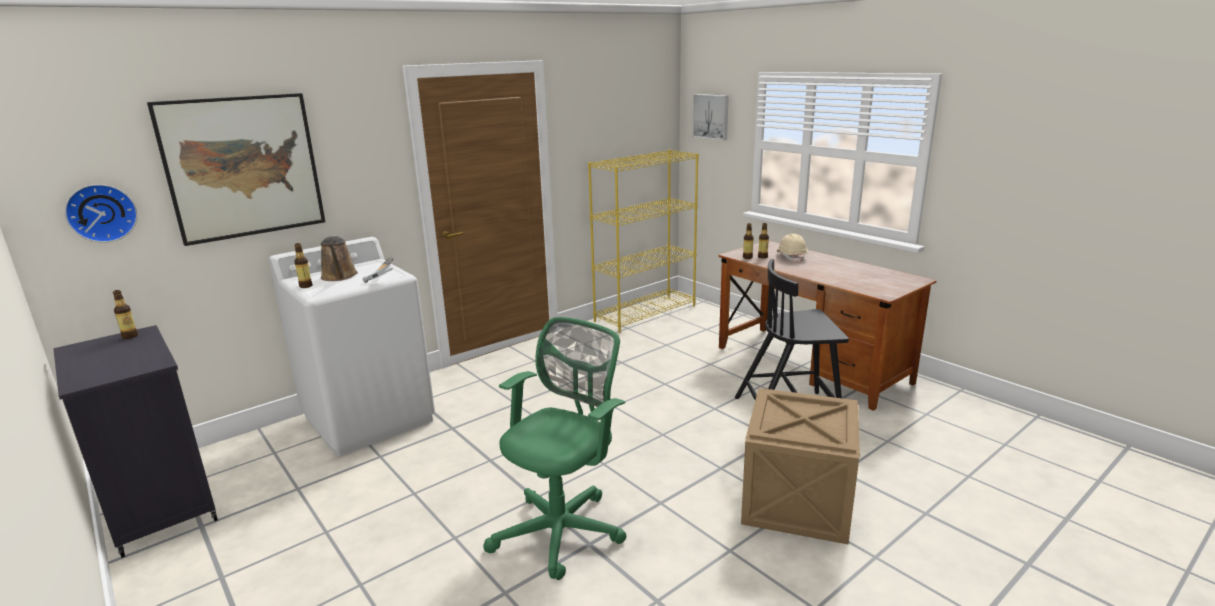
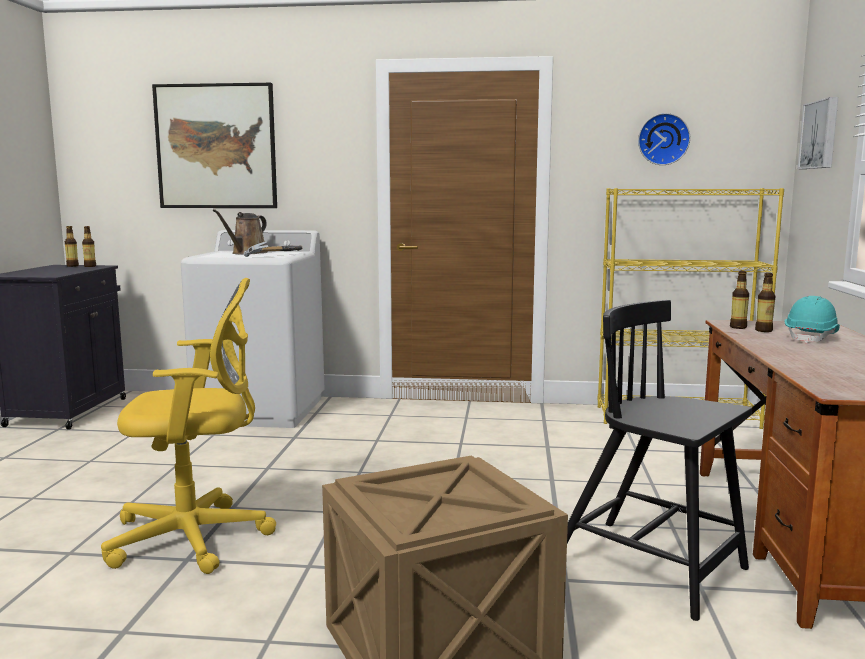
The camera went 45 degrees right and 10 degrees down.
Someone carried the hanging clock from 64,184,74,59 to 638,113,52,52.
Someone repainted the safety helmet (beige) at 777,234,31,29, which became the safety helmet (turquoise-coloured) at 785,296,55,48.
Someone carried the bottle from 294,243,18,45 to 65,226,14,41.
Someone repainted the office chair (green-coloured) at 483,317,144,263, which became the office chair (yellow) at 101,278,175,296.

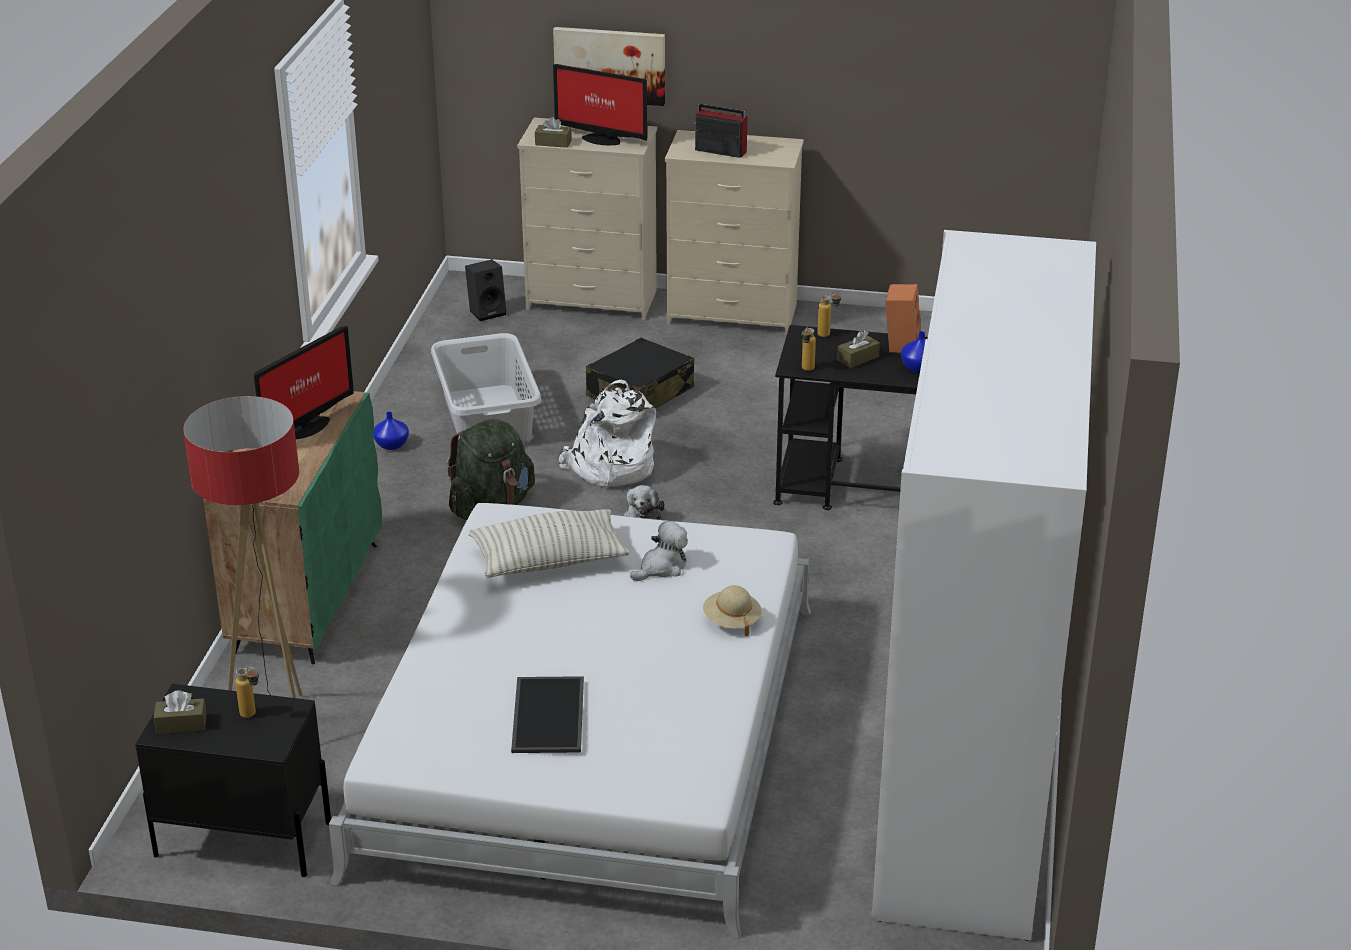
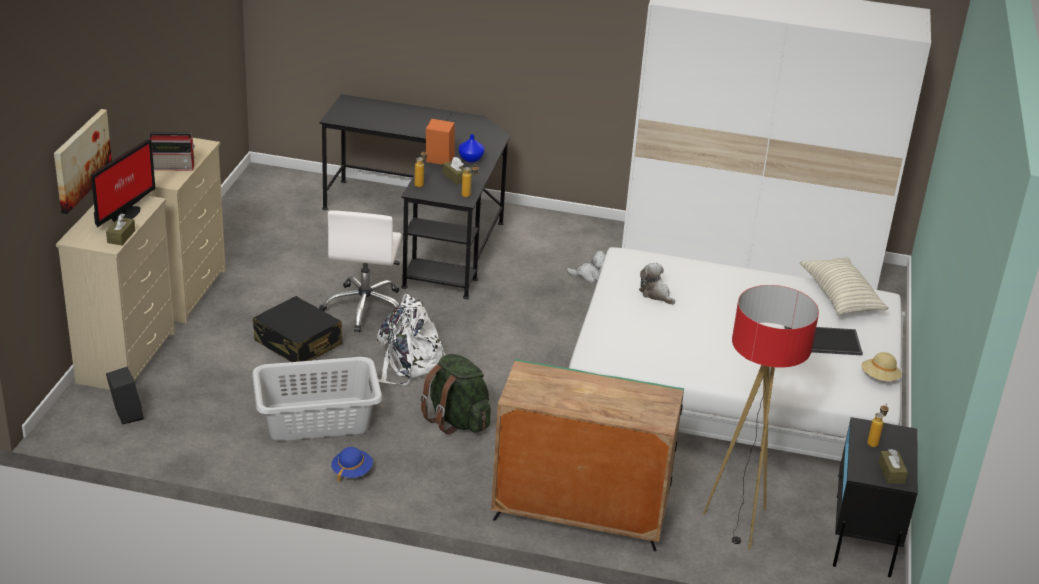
The camera went 90 degrees left and 0 degrees up.
Someone rotated the radio at 694,104,53,54 by 120 degrees counterclockwise.
Someone took away the computer screen at 254,326,100,113.
Someone swapped the vase (bluish) at 373,412,36,38 for the clothing hat (bluish) at 331,447,42,35.
Someone carried the plush toy from 624,485,40,35 to 567,251,39,32.
Someone carried the throw pillow from 469,509,160,69 to 800,257,89,58.
Someone carried the clothing hat (beige) from 703,585,59,51 to 861,352,41,29.
Someone put down the office chair (whitish) at 319,210,83,122.

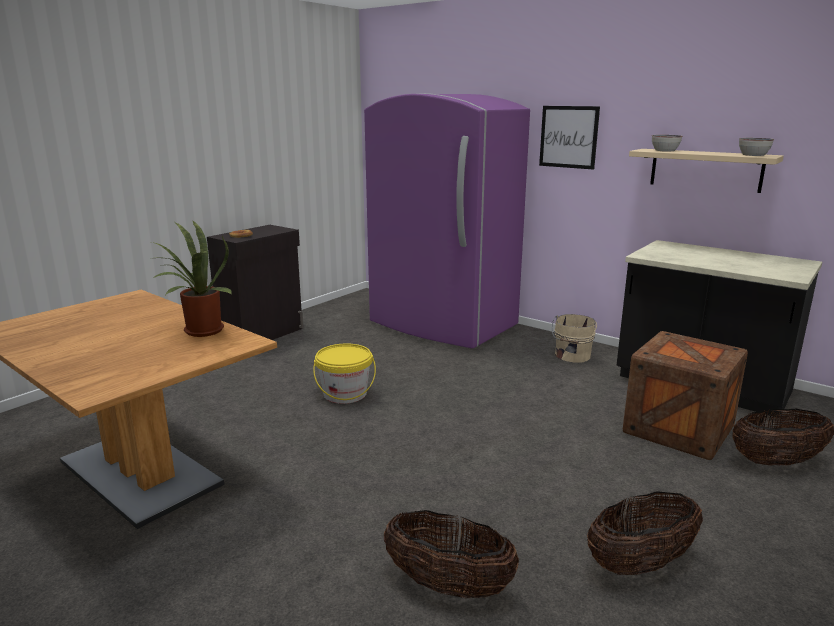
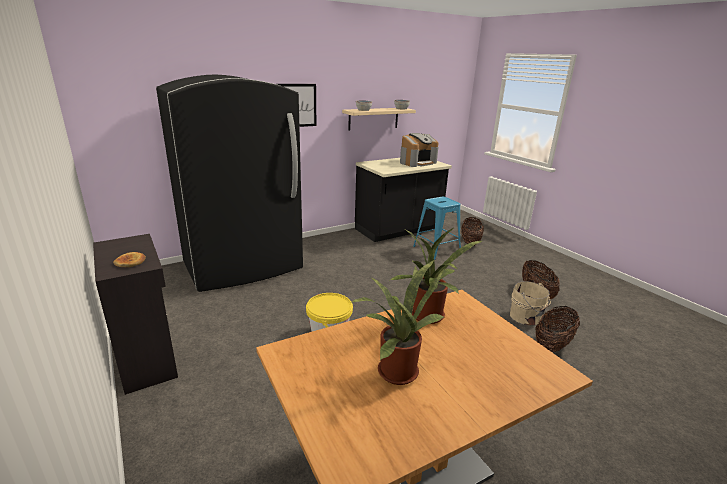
The camera went 70 degrees left and 5 degrees up.
Someone repainted the kitchen fridge (purple) at 364,93,166,255, which became the kitchen fridge (black-coloured) at 156,74,147,218.
Someone carried the bucket (beige) from 552,314,45,49 to 510,281,41,44.
Someone swapped the shipping crate at 623,331,125,129 for the stool seat (bluish) at 413,197,48,63.
Someone put down the coffee maker at 400,133,38,34.
Someone put down the plant in a pot at 349,260,95,125.

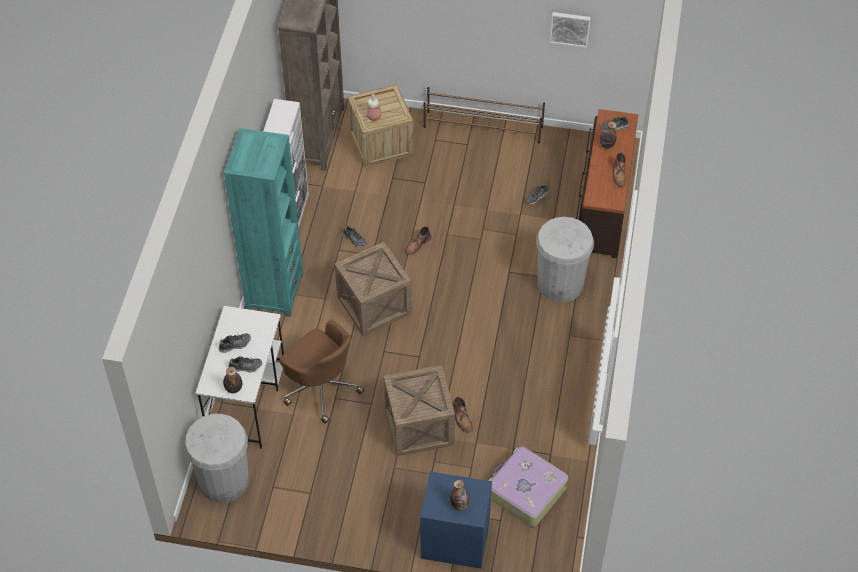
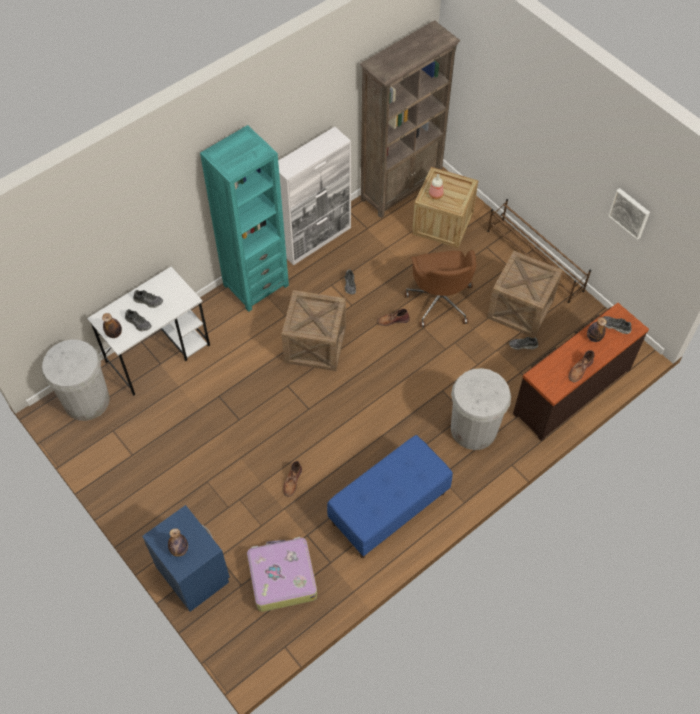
The camera went 40 degrees right and 5 degrees up.
Someone carried the office chair (brown-coloured) from 280,320,84,104 to 404,250,72,77.
Someone carried the shipping crate from 384,365,71,91 to 487,251,76,87.
Someone put down the long seat (bluish) at 327,435,126,123.

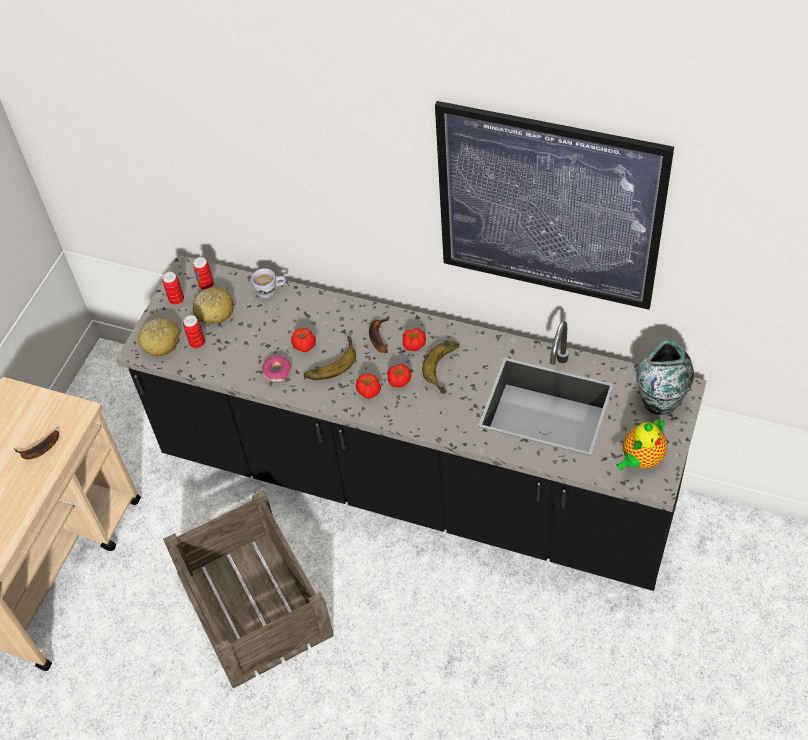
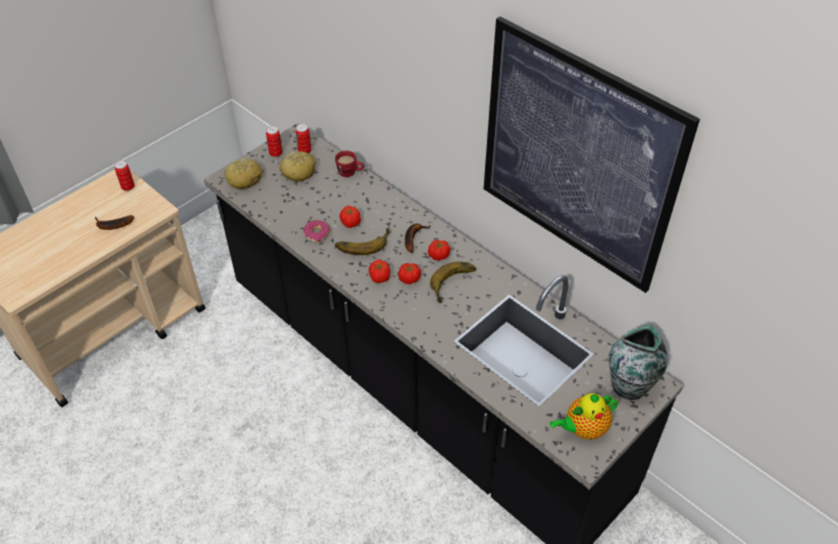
The camera went 20 degrees right and 5 degrees down.
Someone repainted the tea mug (whitish) at 251,268,35,30, which became the tea mug (reddish) at 335,151,29,26.
Someone carried the sealed can from 183,315,22,33 to 115,161,20,30.
Someone took away the shipping crate at 163,490,171,198.

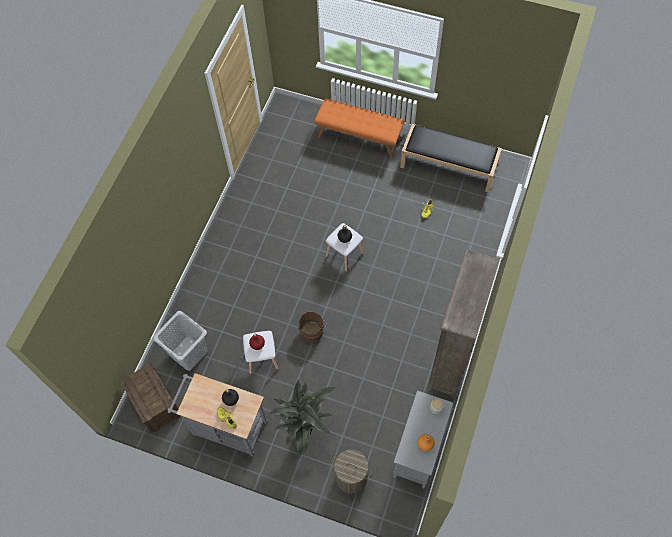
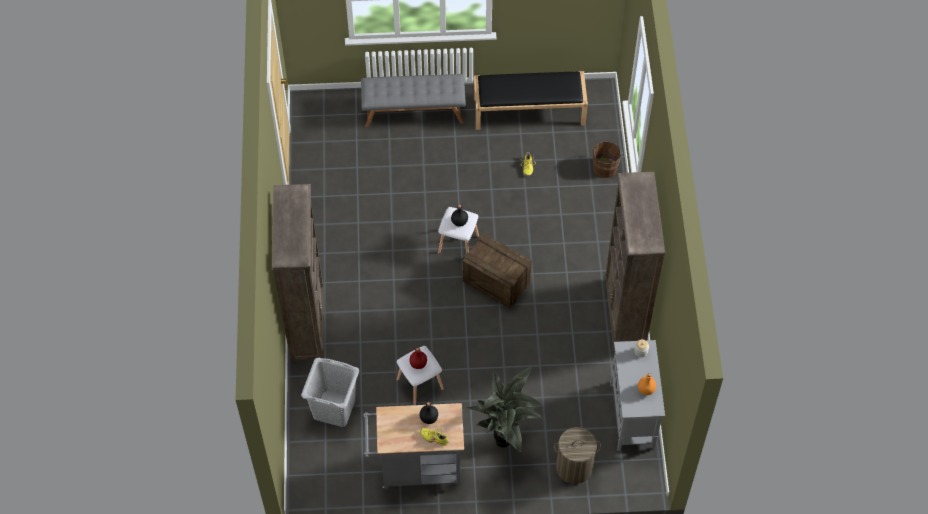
The camera went 25 degrees left and 5 degrees down.
Someone repainted the long seat (orange-coloured) at 314,98,90,61, which became the long seat (gray) at 361,74,105,54.
Someone carried the bucket (brown-coloured) from 298,312,28,31 to 592,142,31,36.
Someone carried the shipping crate from 120,363,60,70 to 462,234,70,75.
Someone put down the shelving unit (brown-coloured) at 272,184,52,180.

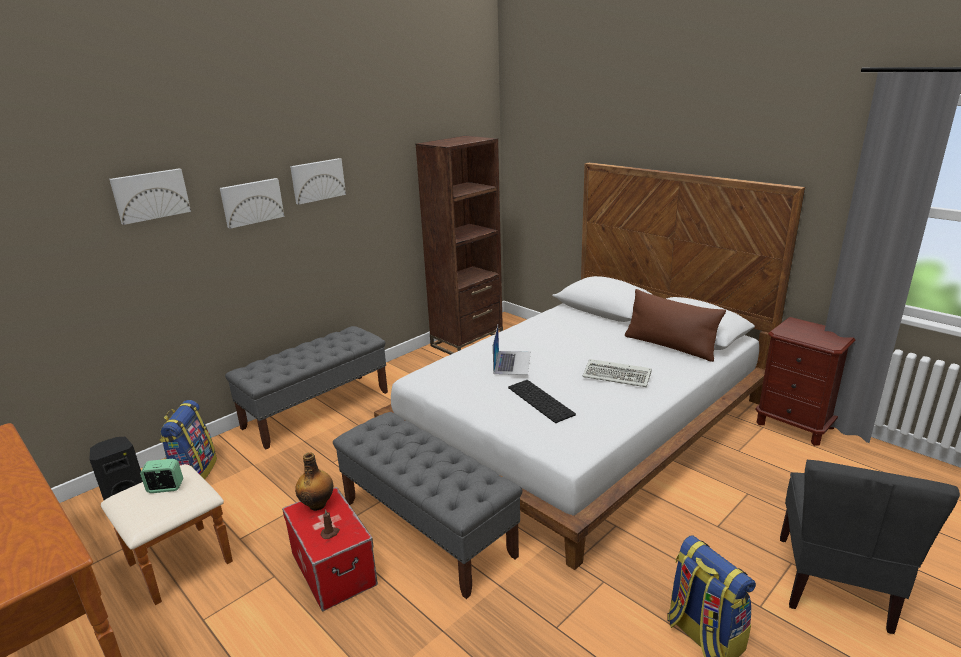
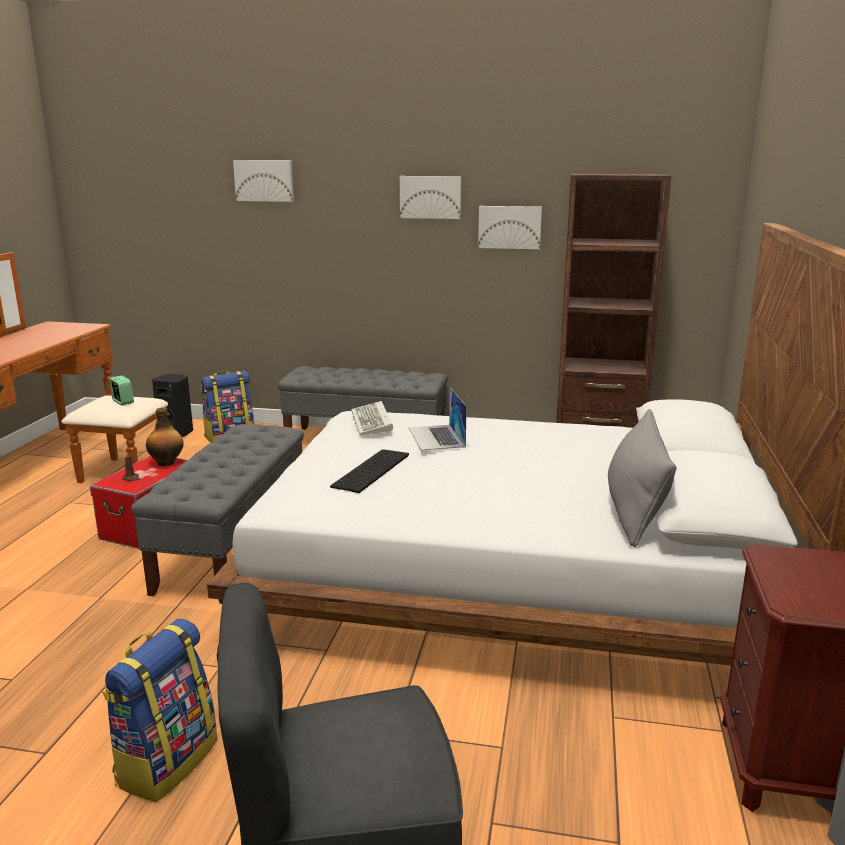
The camera went 55 degrees right and 5 degrees down.
Someone carried the picture from 220,178,65,51 to 478,206,64,43.
Someone repainted the throw pillow (brown-coloured) at 625,289,101,73, which became the throw pillow (gray) at 608,409,69,138.
Someone rotated the portable computer at 493,325,38,50 by 105 degrees clockwise.
Someone carried the computer keyboard from 583,359,69,28 to 351,401,42,34.

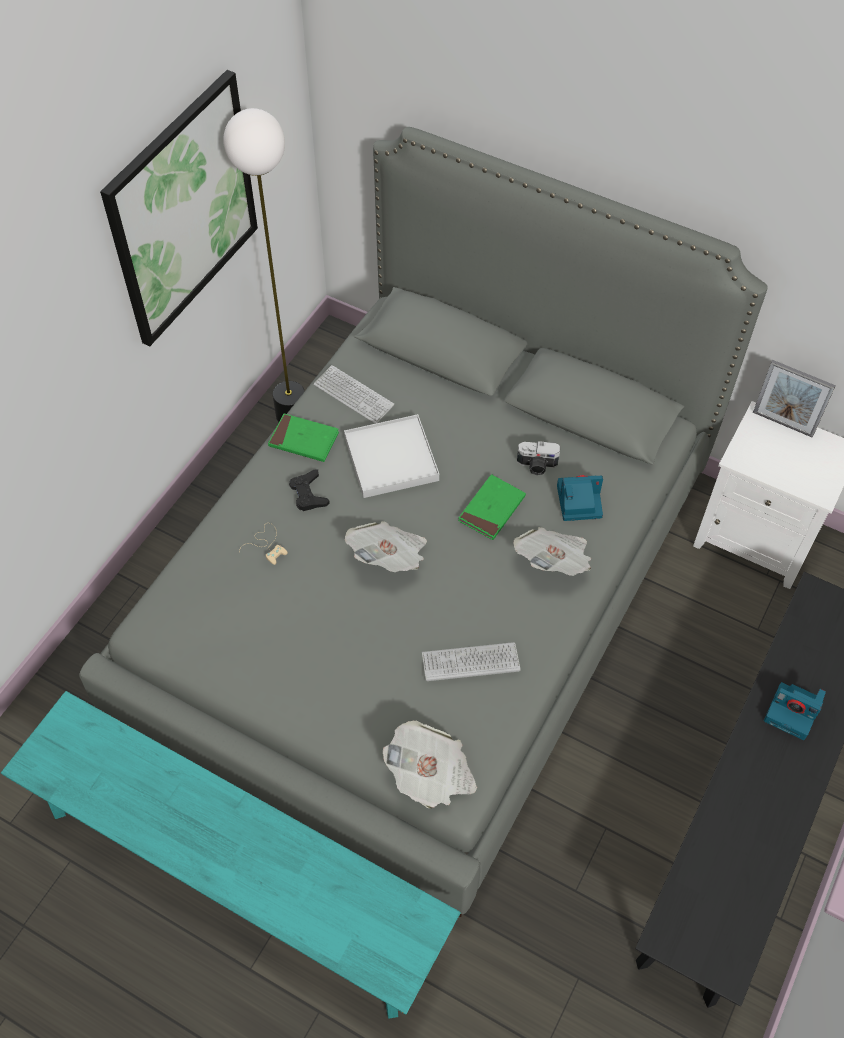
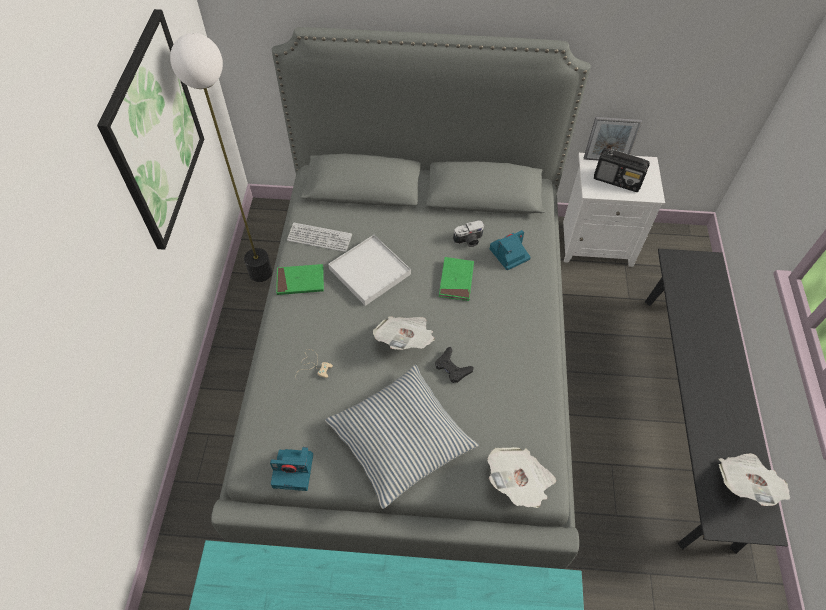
The camera went 25 degrees left and 0 degrees up.
Someone carried the gamepad (black-coloured) from 289,470,41,41 to 435,347,39,36.
Someone carried the newspaper from 514,527,77,49 to 719,453,71,53.
Someone took away the computer keyboard at 422,642,99,39.
Someone carried the still camera from 764,682,62,58 to 270,447,43,44.
Someone put down the radio at 594,148,56,44.
Someone put down the throw pillow at 325,365,154,144.

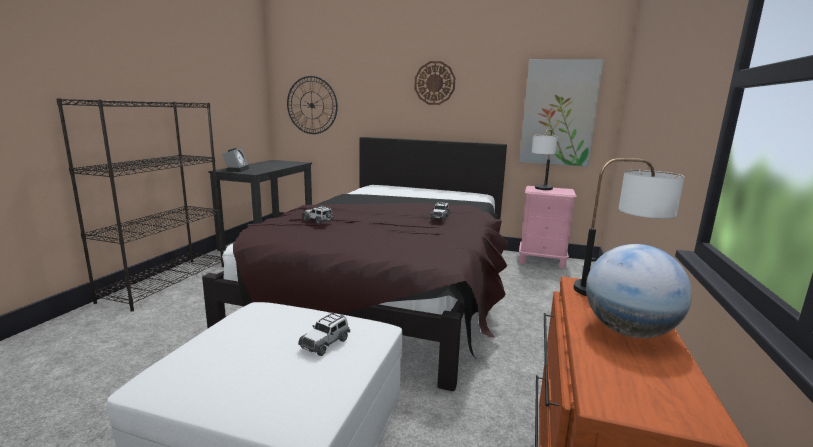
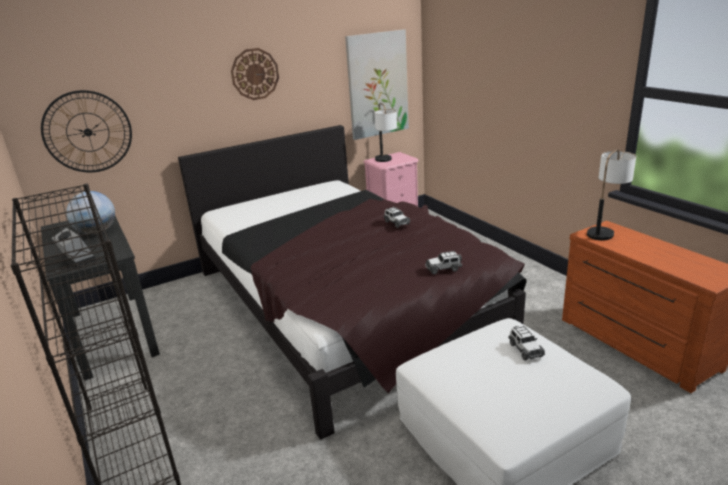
The camera went 45 degrees left and 10 degrees up.
Someone carried the miniature car from 302,206,32,18 to 425,251,37,24.
Someone carried the desk globe from 586,244,106,94 to 66,191,49,44.

